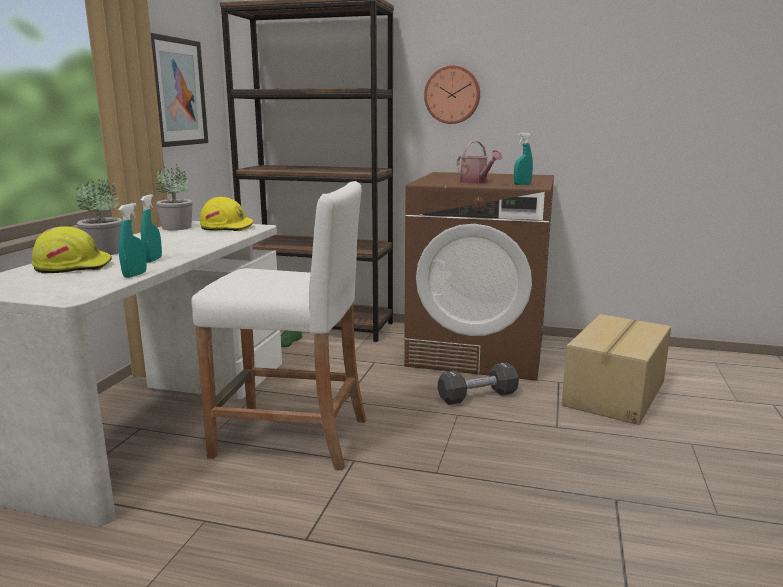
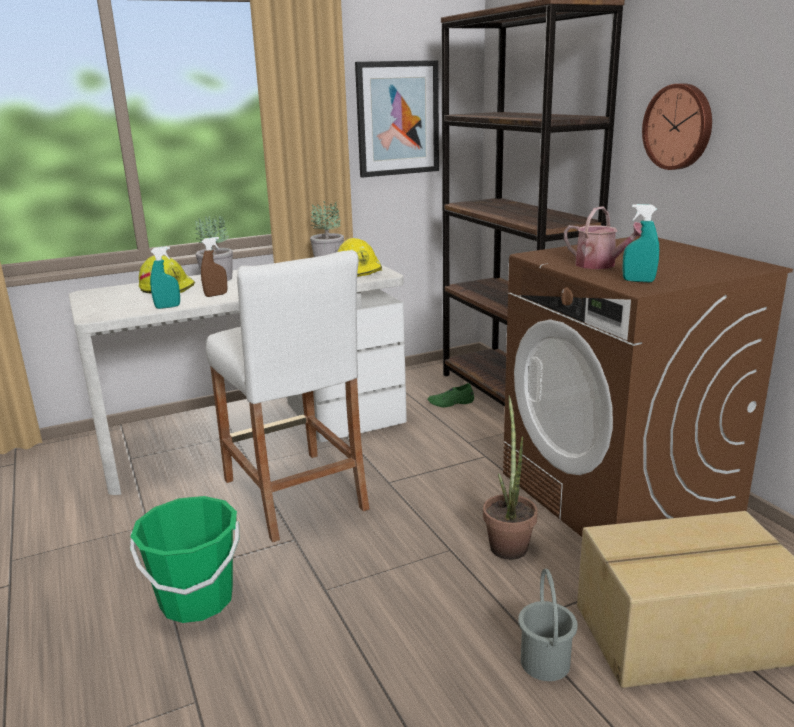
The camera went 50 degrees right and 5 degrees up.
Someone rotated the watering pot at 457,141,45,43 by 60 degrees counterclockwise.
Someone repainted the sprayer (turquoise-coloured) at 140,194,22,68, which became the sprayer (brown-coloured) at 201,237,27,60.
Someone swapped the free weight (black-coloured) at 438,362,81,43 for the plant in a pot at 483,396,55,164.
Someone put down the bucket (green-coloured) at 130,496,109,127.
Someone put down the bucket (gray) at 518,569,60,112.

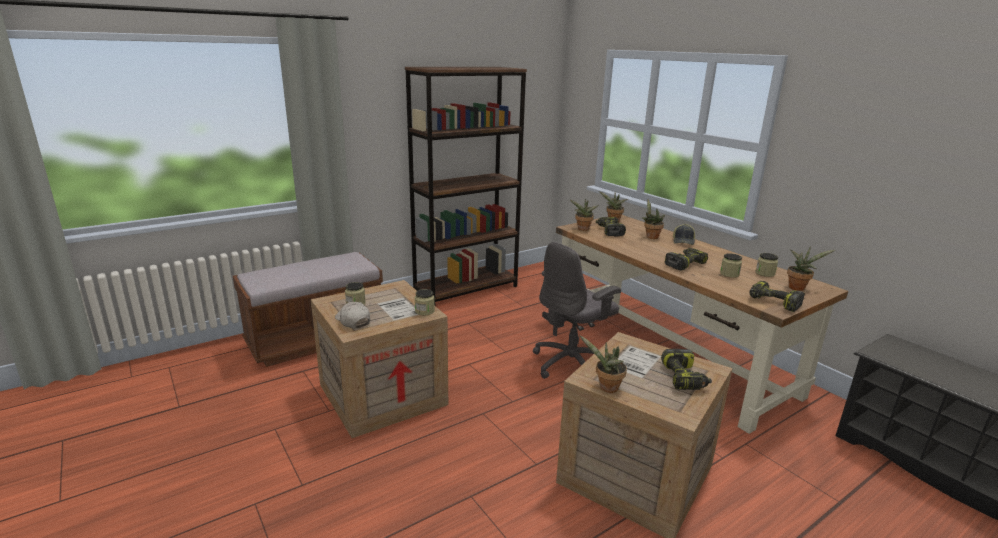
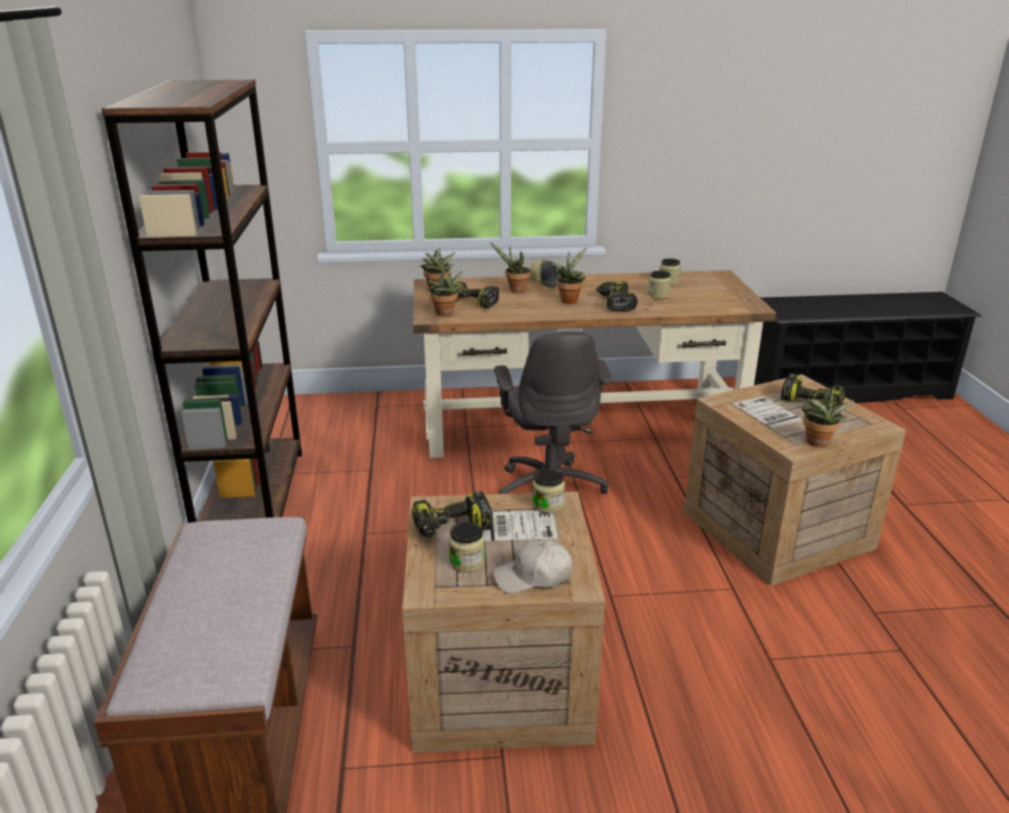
The camera went 60 degrees left and 5 degrees up.
Someone carried the plant in a pot from 787,246,48,45 to 550,247,37,57.
Someone carried the power drill from 749,281,56,31 to 412,491,81,47.

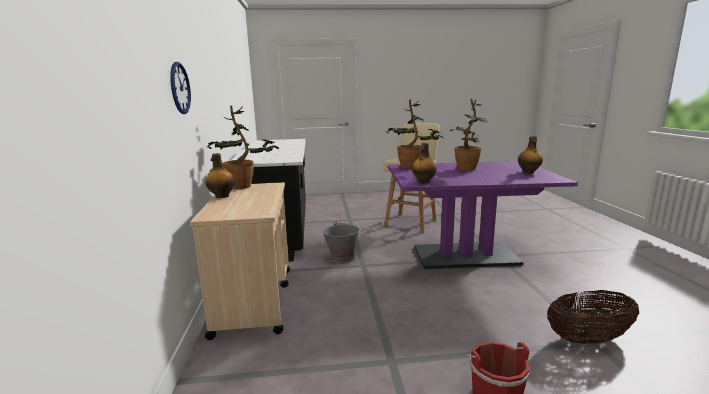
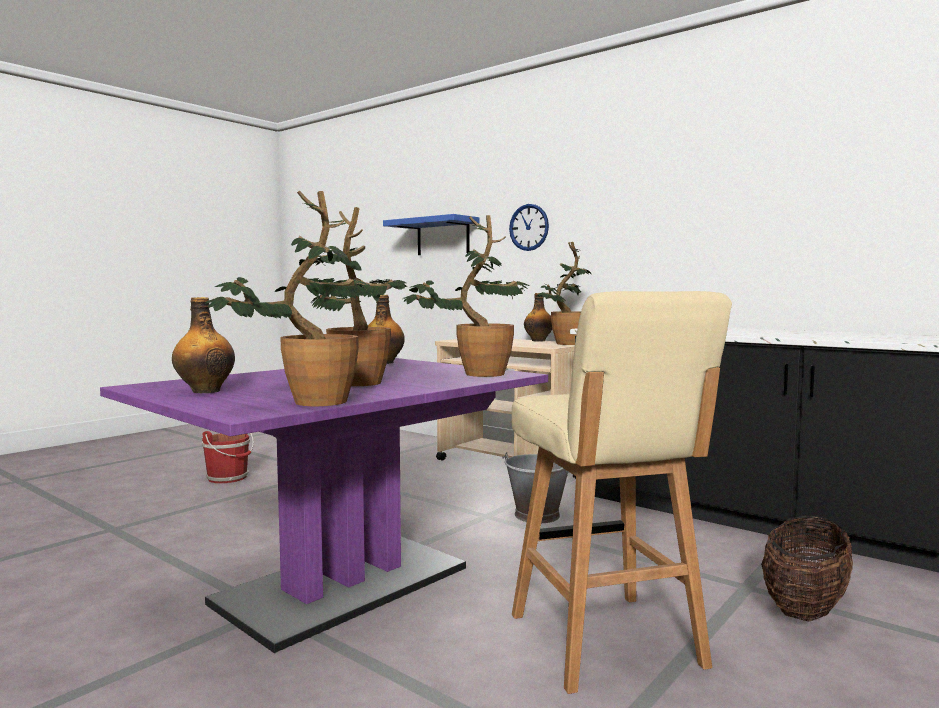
The camera went 135 degrees right and 10 degrees down.
Someone carried the storage basket from 547,290,92,54 to 761,516,92,105.
Someone put down the plant in a pot at 205,191,164,215.
Someone put up the shelf (bluish) at 383,214,97,41.

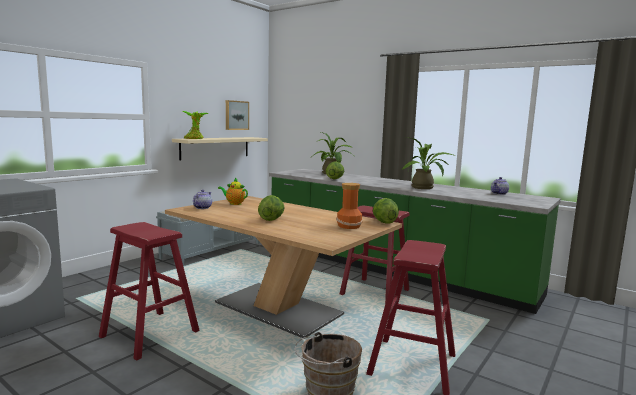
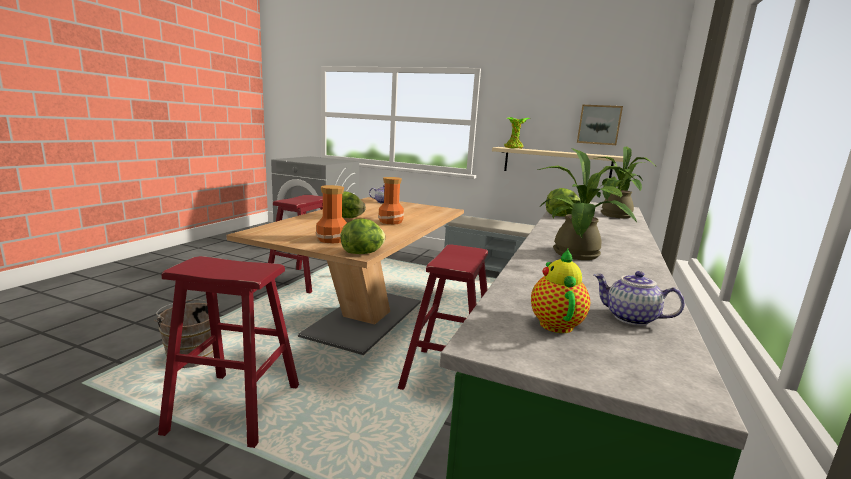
The camera went 75 degrees right and 5 degrees up.
Someone carried the tea pot from 218,178,30,27 to 531,248,59,85.
Someone put down the vase at 378,177,26,47.

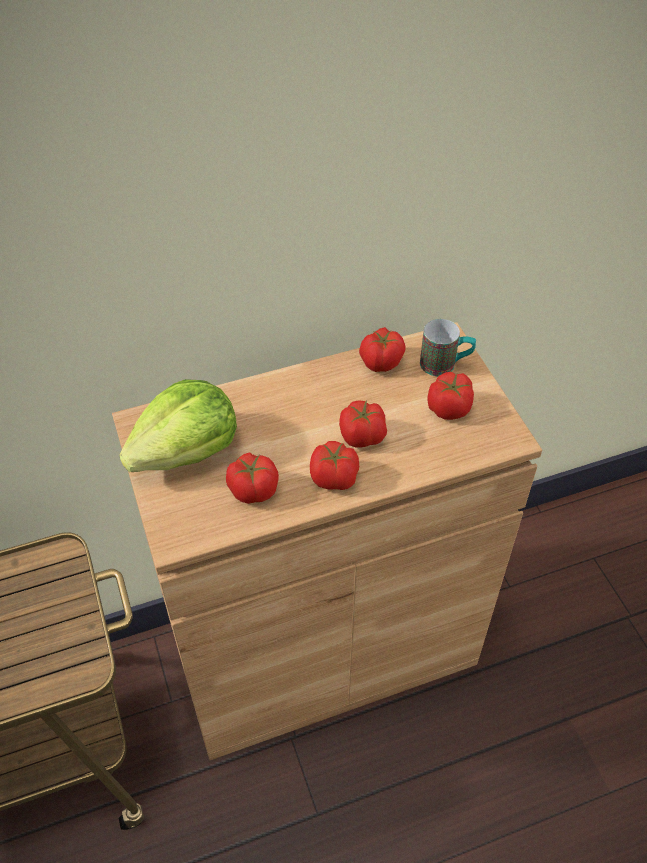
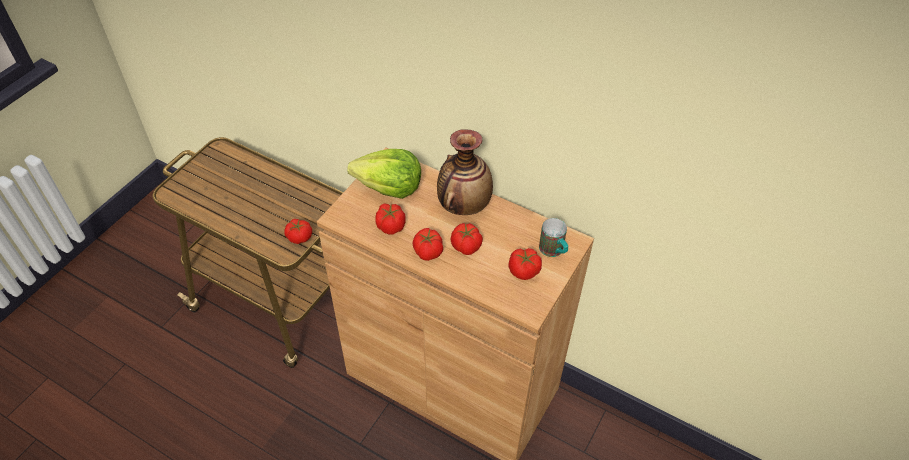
The camera went 50 degrees right and 0 degrees up.
Someone carried the tomato from 359,327,47,45 to 285,219,27,25.
Someone put down the vase at 437,129,56,86.

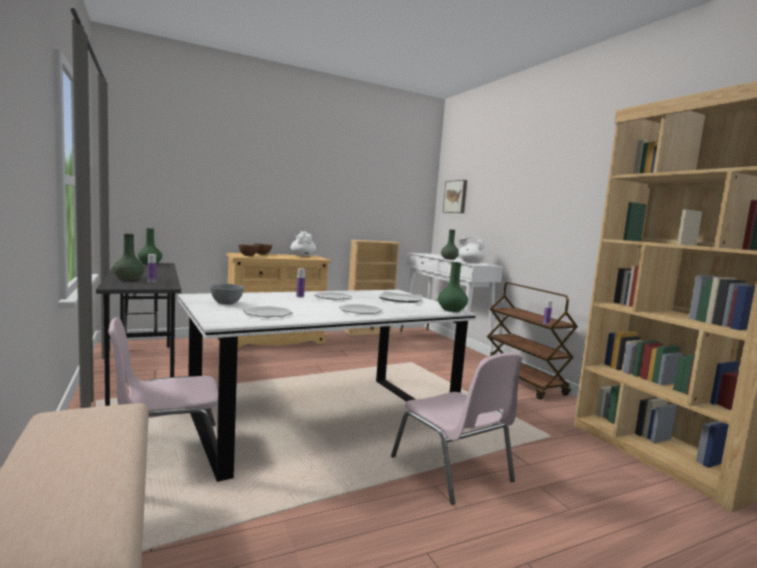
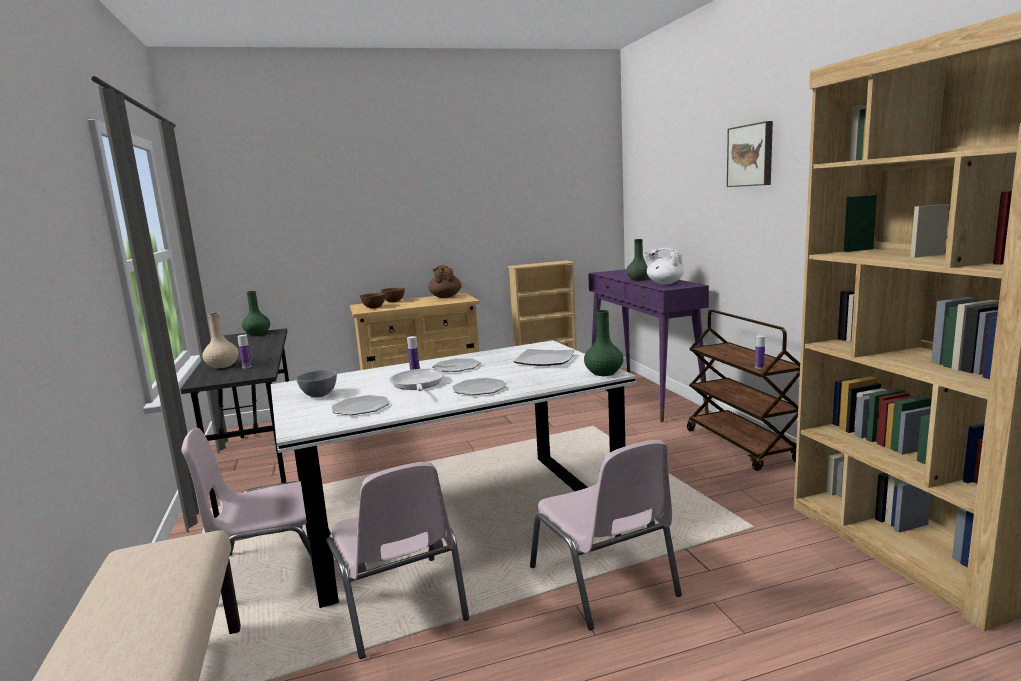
The camera went 10 degrees right and 5 degrees up.
Someone carried the picture from 443,180,24,33 to 727,121,46,66.
Someone repainted the tea pot (whitish) at 291,231,25,25, which became the tea pot (brown-coloured) at 428,265,34,33.
Someone repainted the vase (green-coloured) at 113,234,32,46, which became the vase (beige) at 202,313,37,56.
Someone repainted the console table (whitish) at 400,253,103,101, which became the console table (purple) at 588,269,121,153.
Someone put down the frying pan at 389,369,56,22.
Someone put down the chair (pink) at 326,462,143,197.

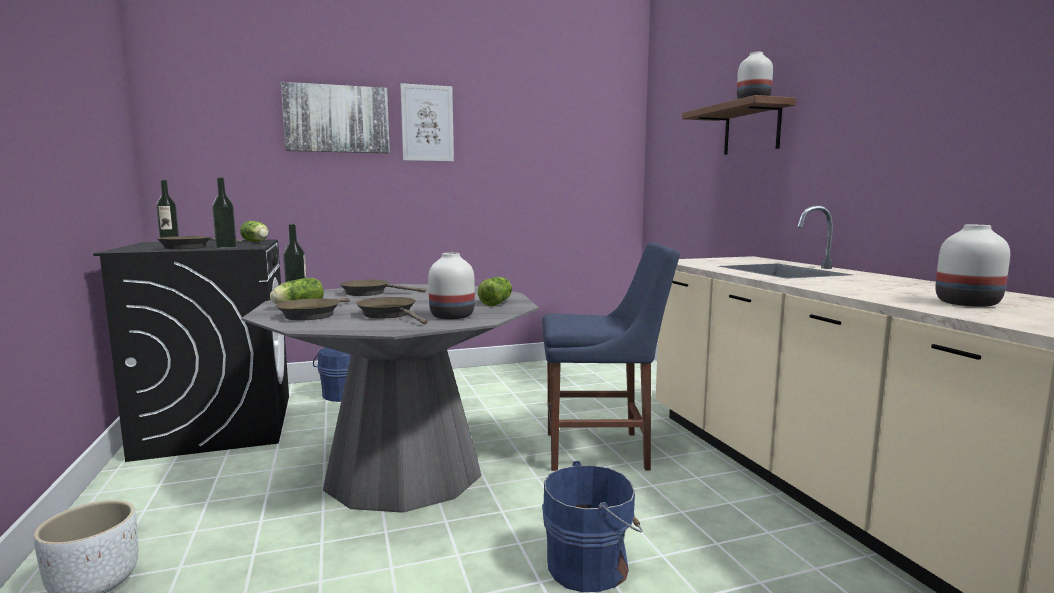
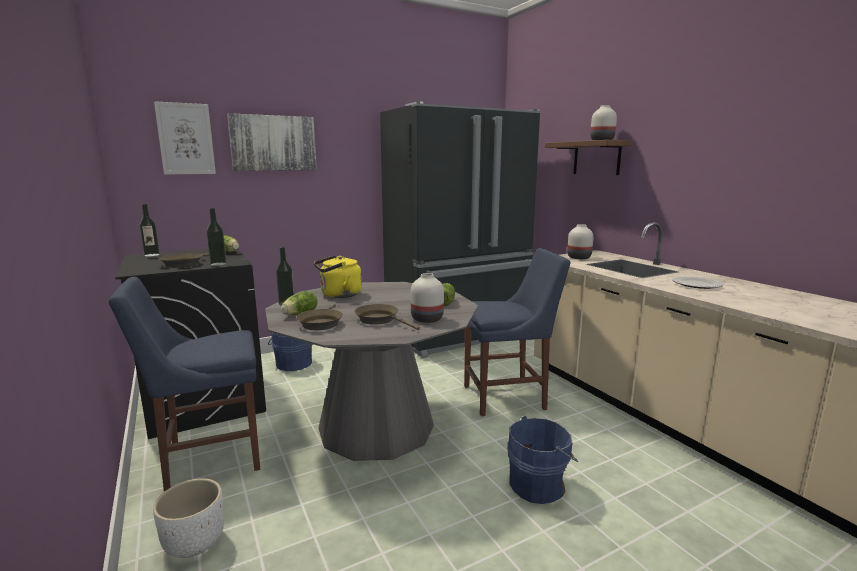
The camera went 10 degrees left and 5 degrees up.
Someone carried the picture from 400,83,54,79 to 154,101,62,74.
Someone carried the vase (whitish) from 935,225,75,82 to 567,224,26,35.
Someone swapped the frying pan (brown-coloured) at 339,280,87,16 for the water kettle (yellow) at 314,255,48,43.
Someone put down the kitchen fridge (black-coloured) at 380,101,161,257.
Someone put down the flat dish at 672,276,51,13.
Someone put down the chair (bluish) at 109,277,151,214.

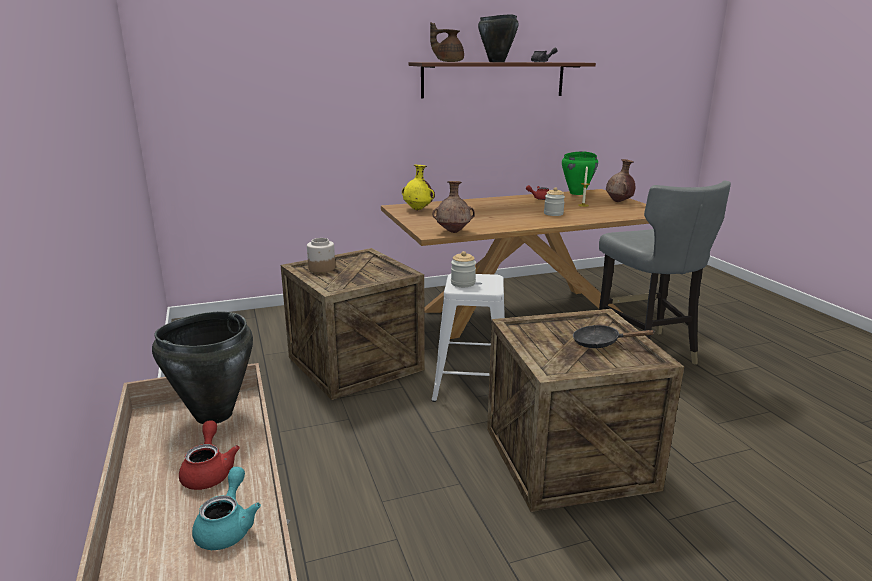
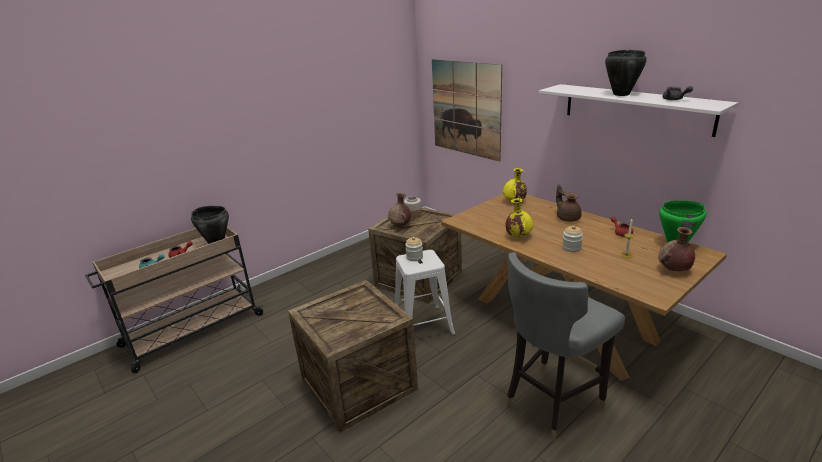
The camera went 70 degrees right and 5 degrees up.
Someone carried the tea pot (brown-coloured) from 430,22,34,40 to 556,185,26,37.
Someone repainted the shelf (brown-coloured) at 409,62,187,36, which became the shelf (whitish) at 539,84,199,53.
Someone carried the vase (brown-coloured) from 432,181,43,52 to 388,193,23,34.
Someone took away the frying pan (black-coloured) at 573,325,81,23.
Someone put up the picture at 432,59,70,103.
Someone put down the vase (yellow) at 506,198,27,39.

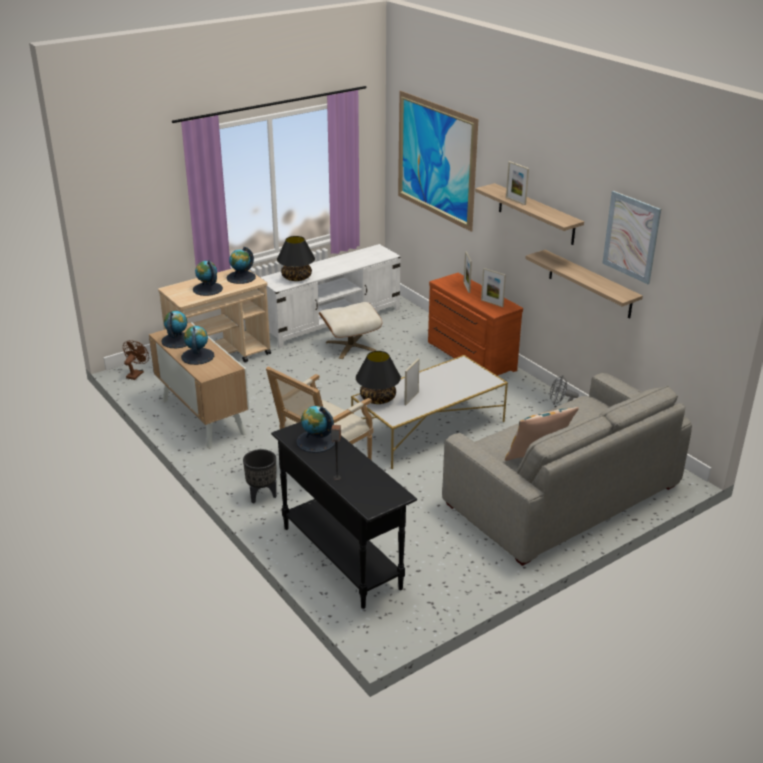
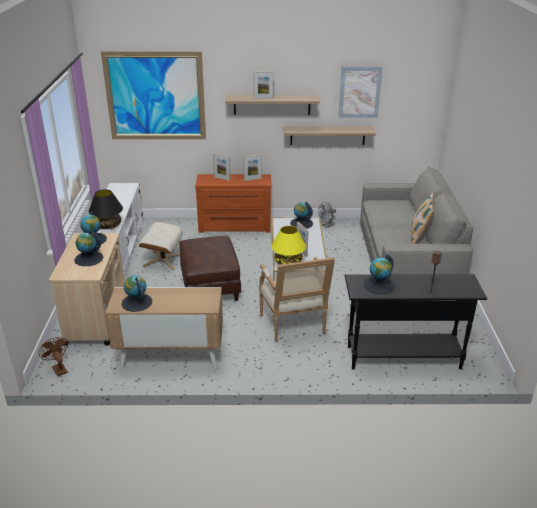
The camera went 55 degrees left and 0 degrees up.
Someone carried the desk globe from 181,326,33,39 to 290,202,23,27.
Someone repainted the table lamp (black-coloured) at 356,351,45,53, which became the table lamp (yellow) at 271,226,35,39.
Someone took away the flower pot (black-coloured) at 243,449,34,54.
Someone put down the footrest (brown-coloured) at 179,236,62,65.

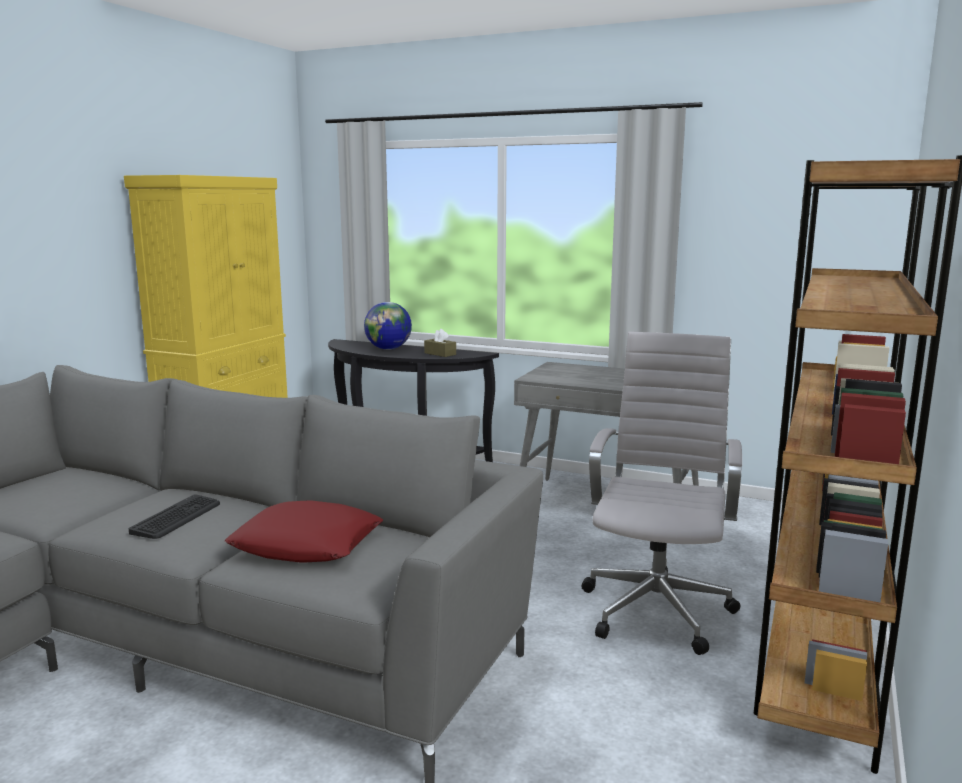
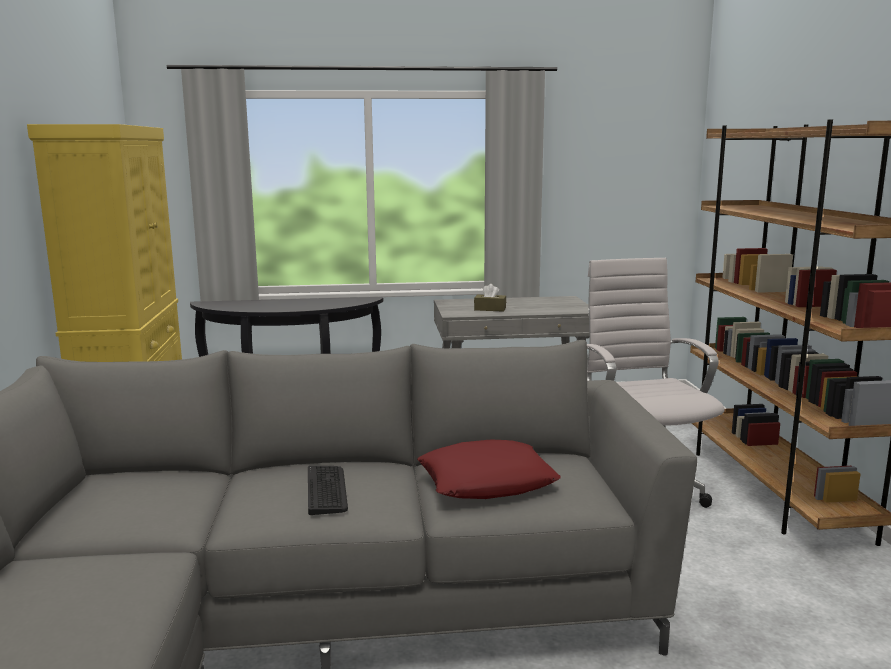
The camera went 30 degrees left and 0 degrees up.
Someone took away the desk globe at 364,302,48,48.
Someone carried the tissue holder (brown-coloured) from 424,329,32,28 to 474,284,32,28.

